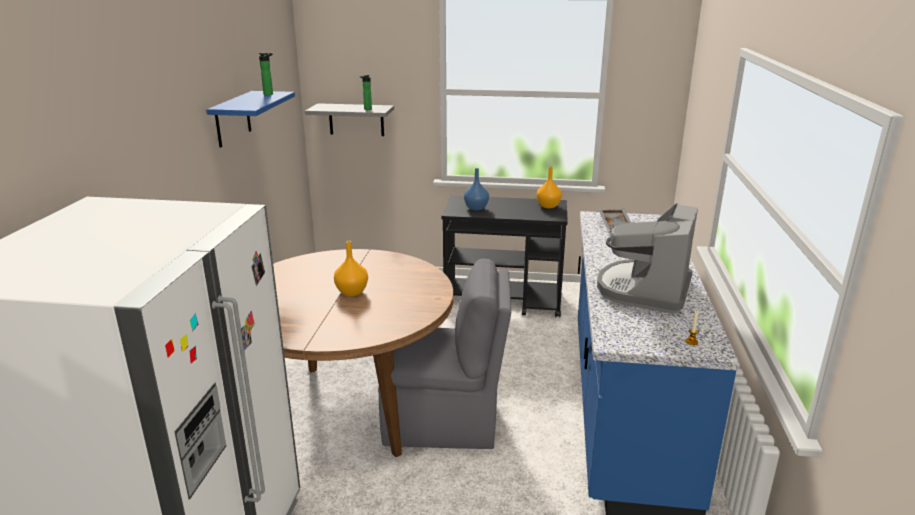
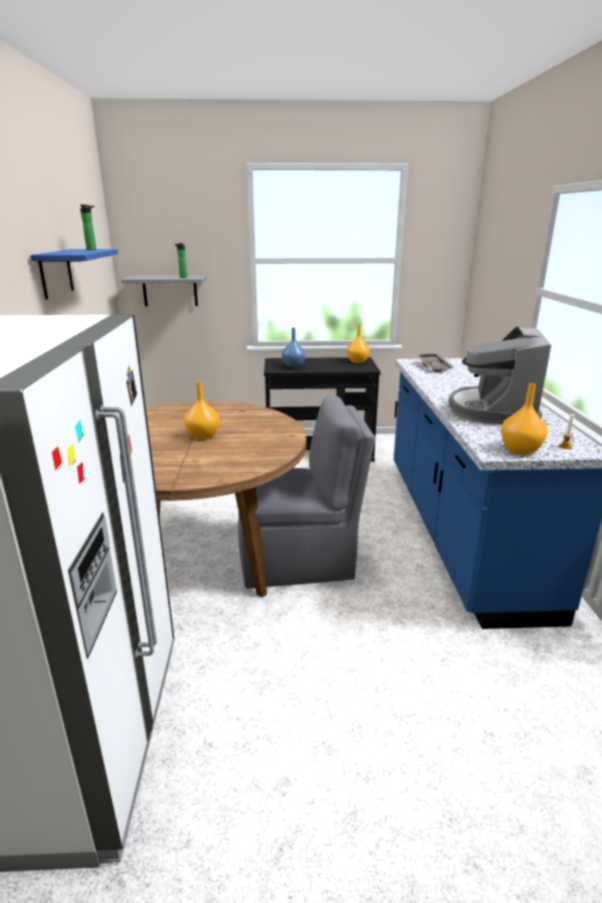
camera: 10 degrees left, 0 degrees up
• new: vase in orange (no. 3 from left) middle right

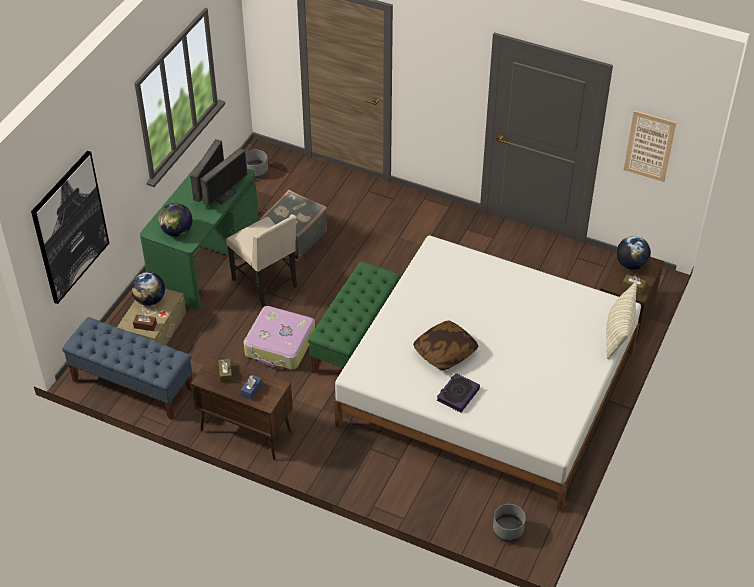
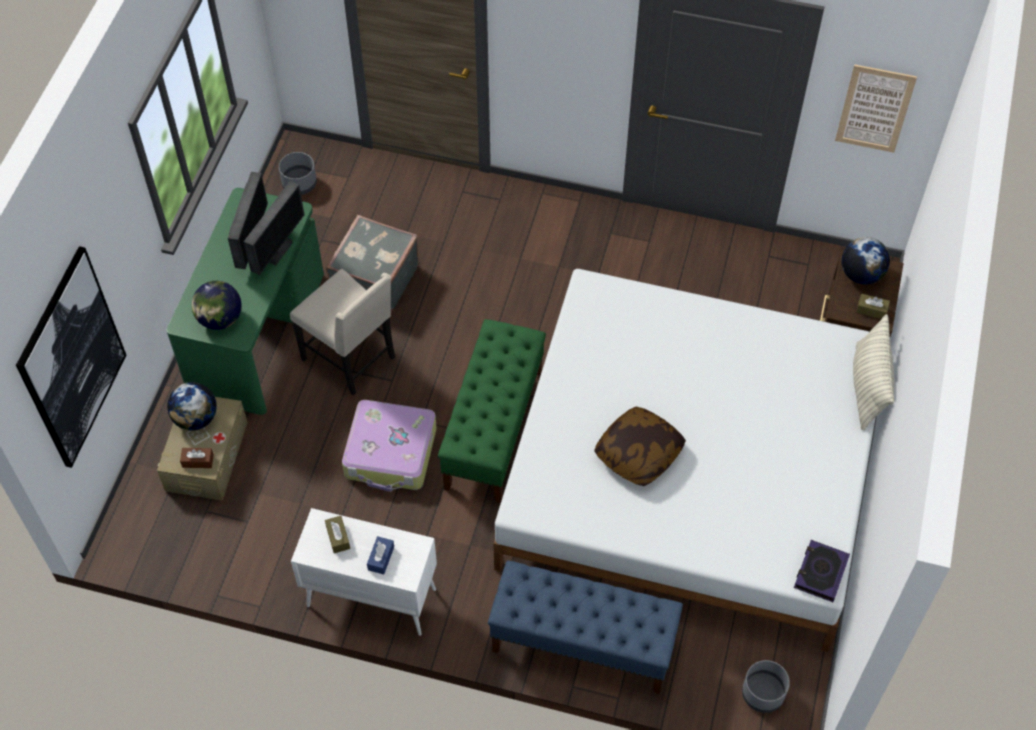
camera: 10 degrees left, 10 degrees up
• repainted: cabinet in brown bottom left to cabinet in white bottom centre
• shifted: bench in blue middle left to bottom centre
• shifted: book bottom centre to bottom right

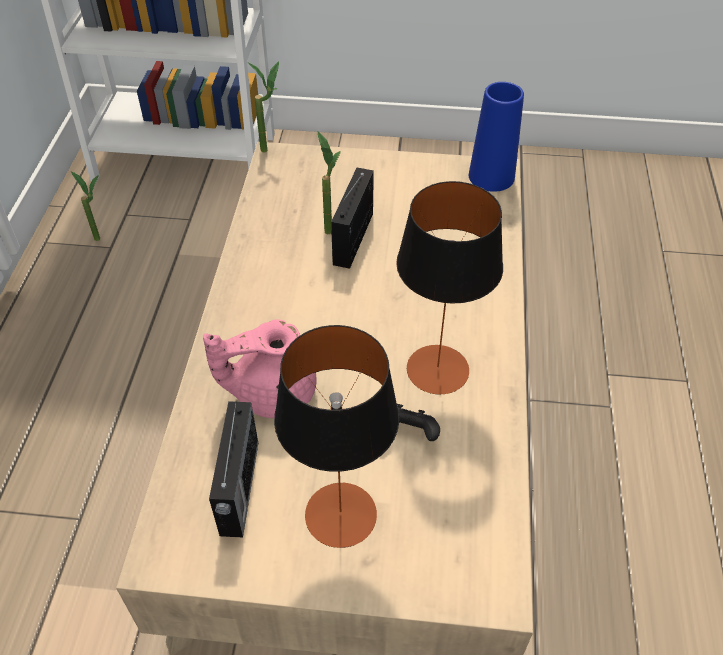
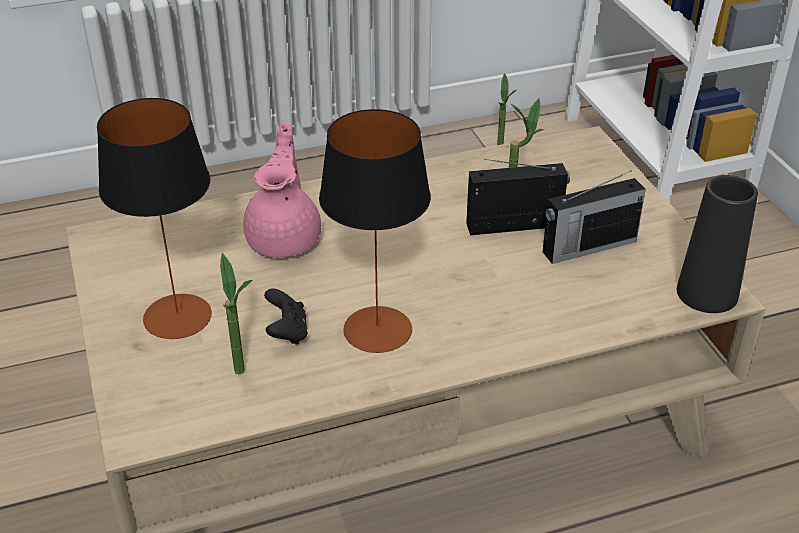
camera: 65 degrees right, 10 degrees down
• shifted: potted plant (no. 2 from left in the first image) top centre to potted plant (no. 1 from left) middle left
• rotated: teapot in pink centre = centre 45 degrees clockwise
• shifted: radio (no. 1 from left in the first image) bottom left to radio (no. 2 from left) middle right
• repainted: vase in blue top right to vase in black middle right

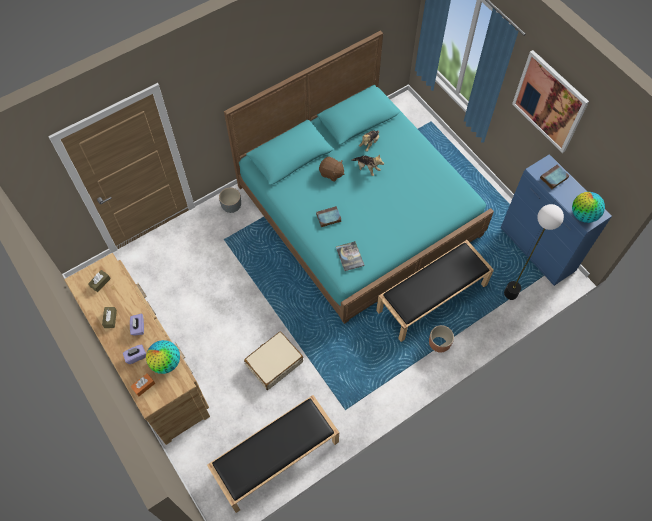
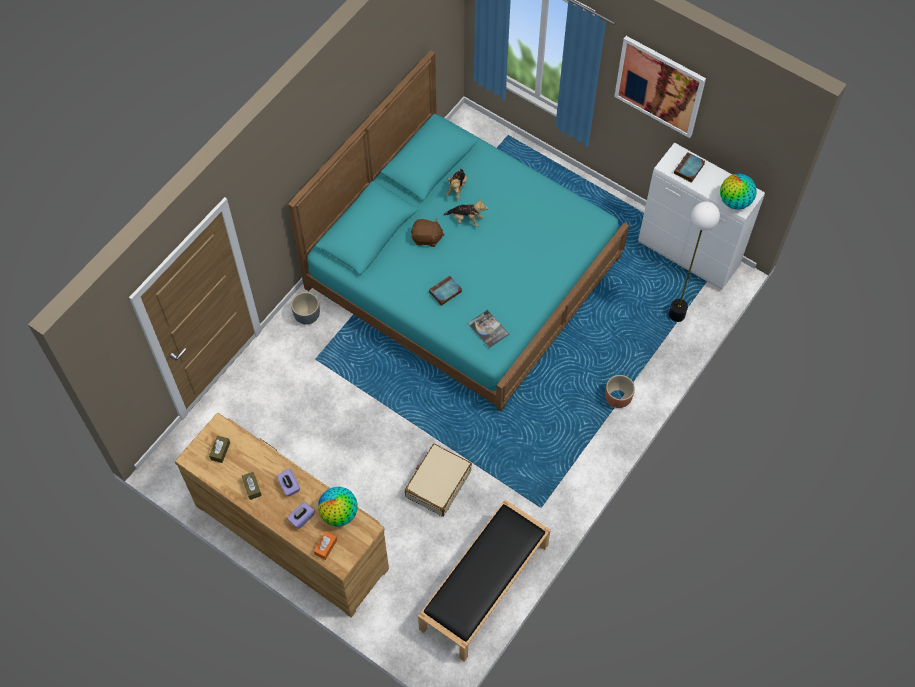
camera: 20 degrees left, 0 degrees up
• repainted: cabinet in blue middle right to cabinet in white top right
• gone: bench in black (no. 2 from left) middle right

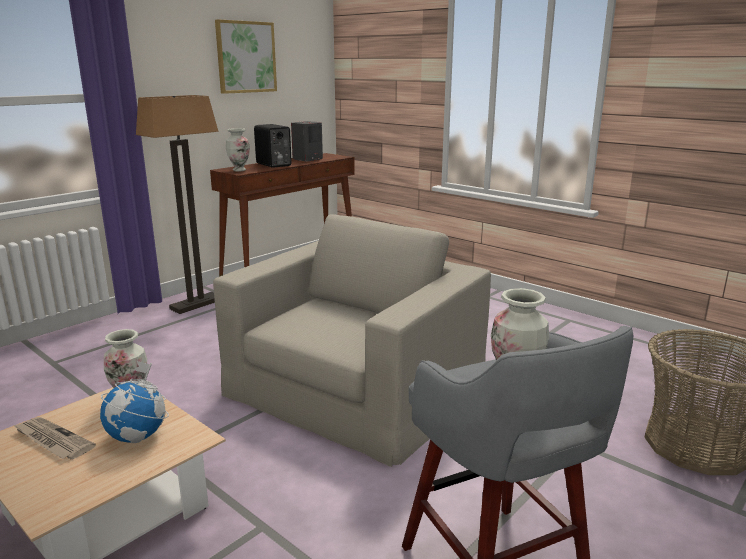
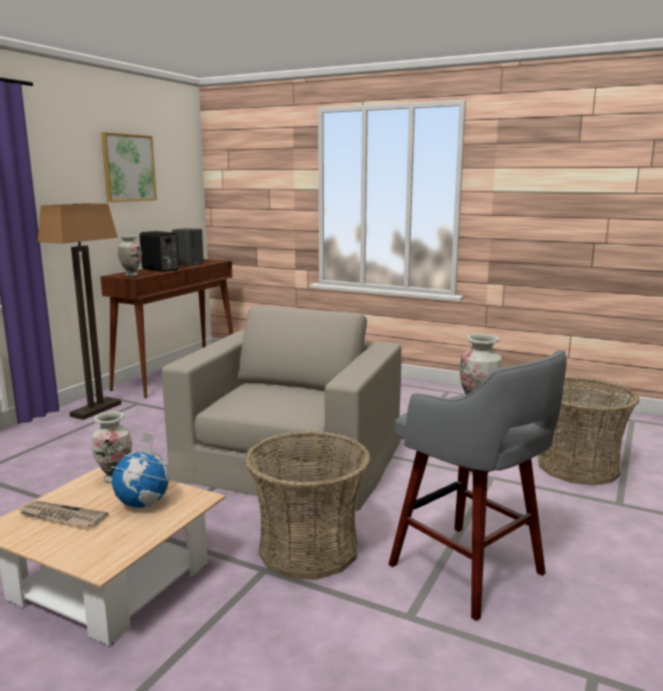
camera: 15 degrees left, 5 degrees down
• new: basket (no. 1 from left) bottom centre

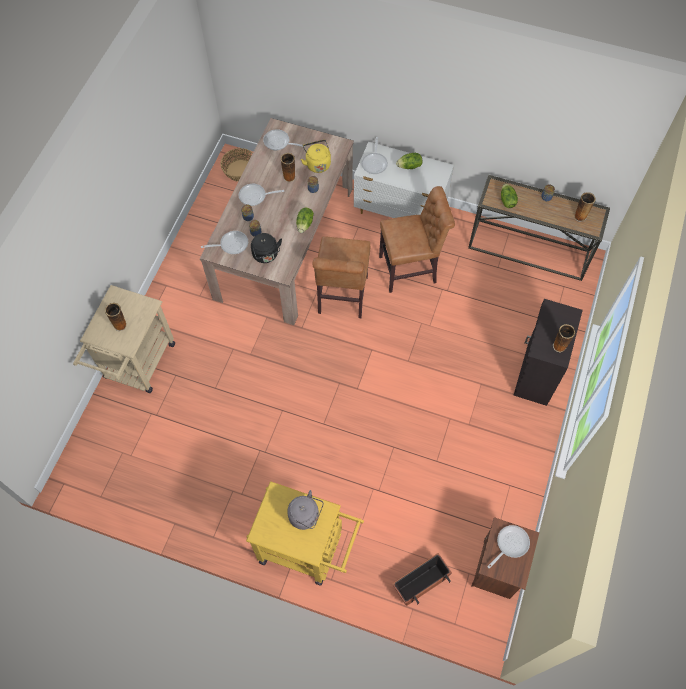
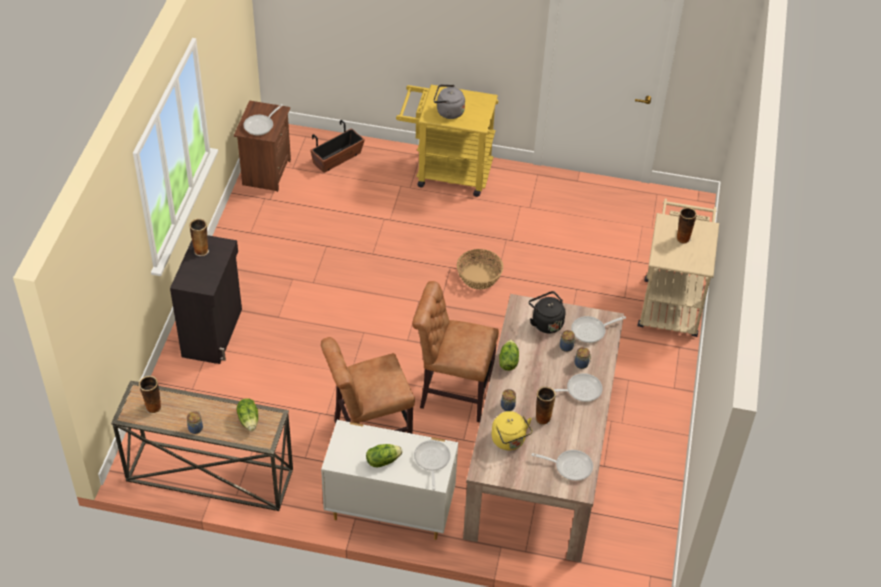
camera: 170 degrees right, 15 degrees down
• rotated: chair in brown (no. 1 from left in the first image) centre = centre 75 degrees counterclockwise
• shifted: basket top centre to centre

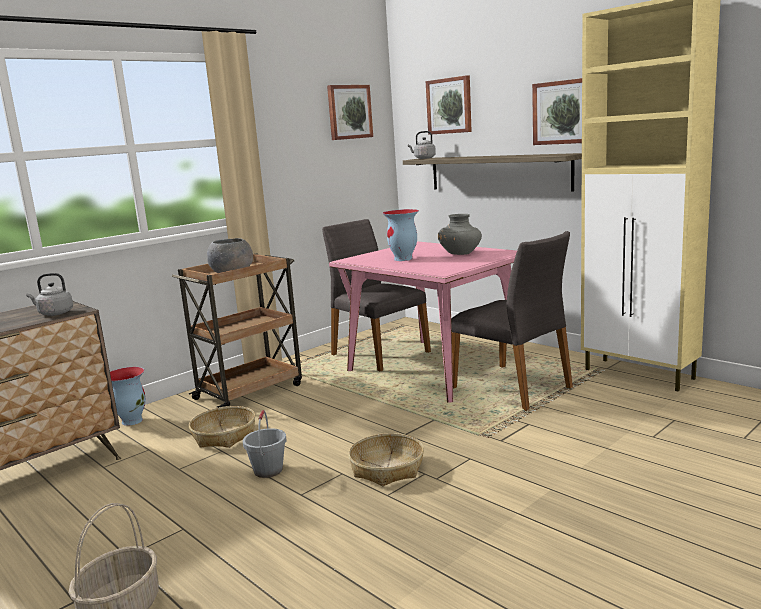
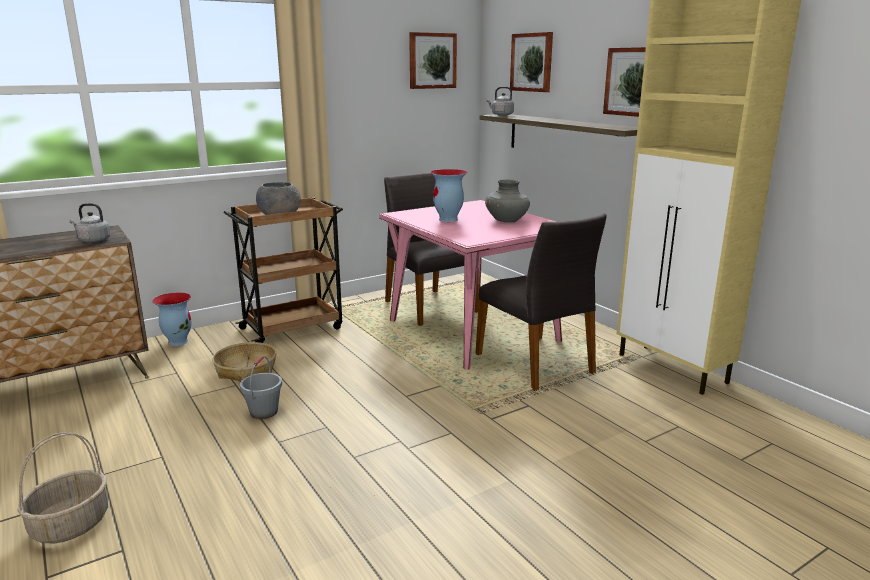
camera: 10 degrees right, 5 degrees up
• gone: basket (no. 3 from left) bottom centre

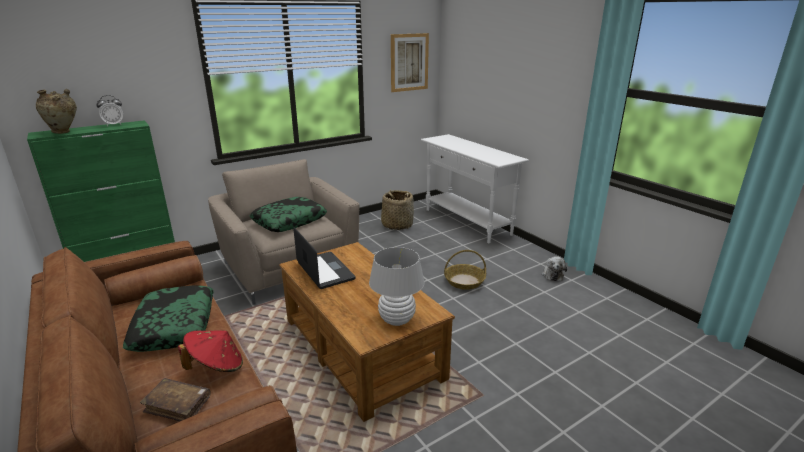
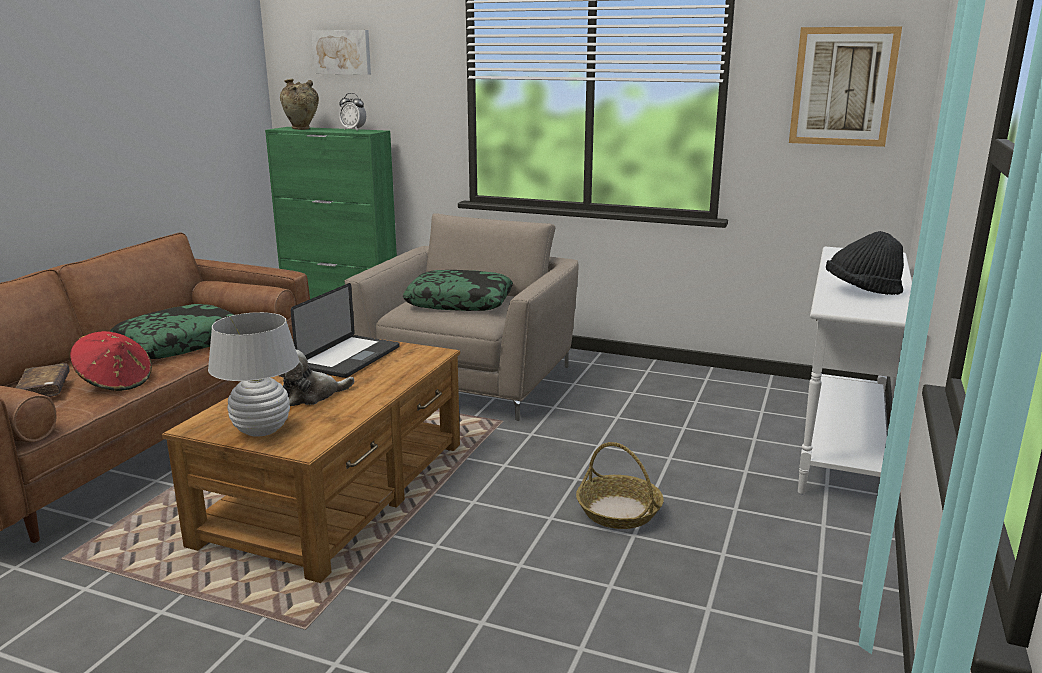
camera: 55 degrees right, 5 degrees down
• shifted: plush toy middle right to middle left
• new: picture (no. 1 from left) top left
• new: hat in black middle right
• gone: basket (no. 1 from left) centre

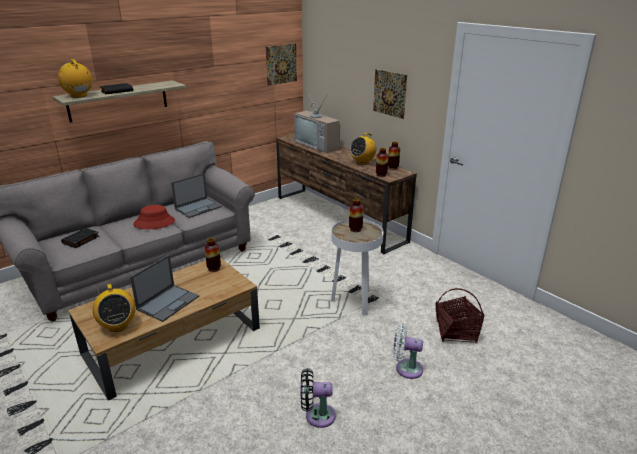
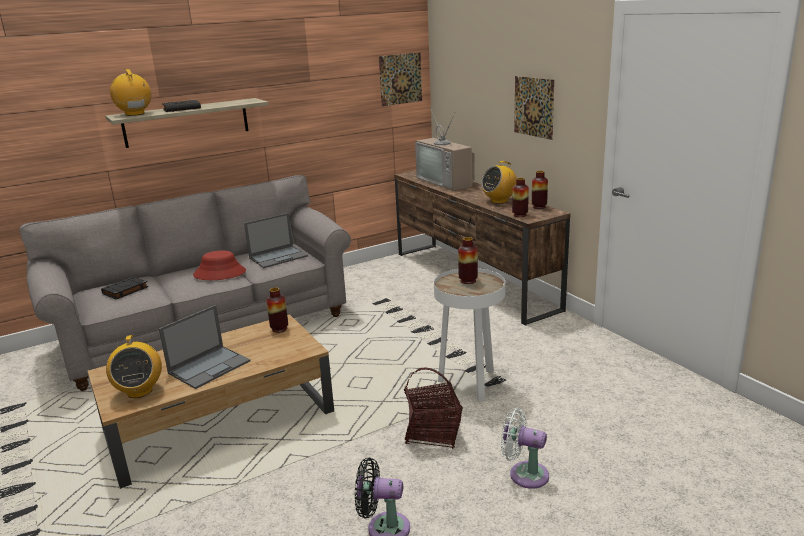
camera: 10 degrees right, 5 degrees down
• shifted: basket bottom right to bottom centre

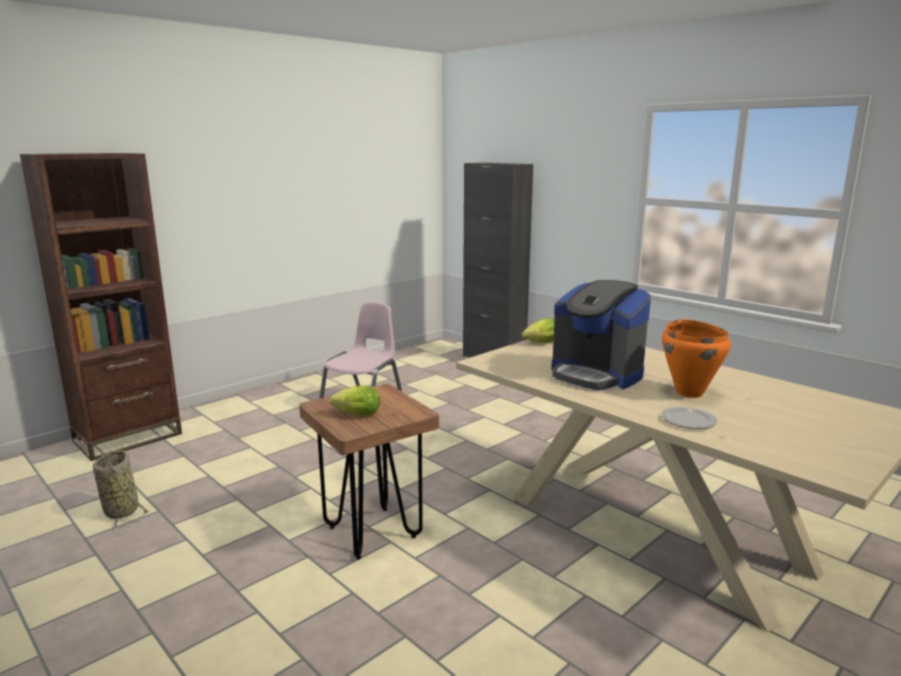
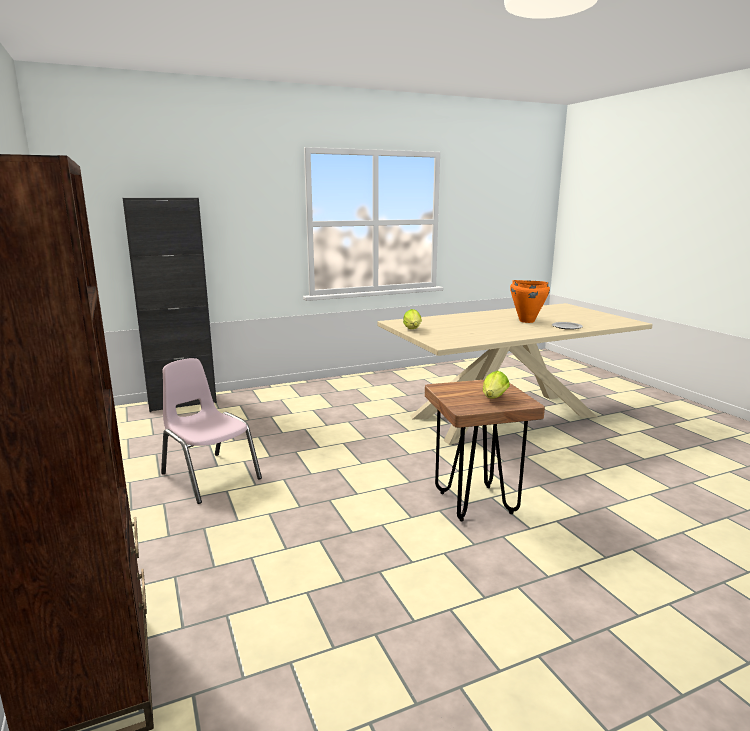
camera: 70 degrees left, 0 degrees up
• gone: basket bottom left
• gone: coffee machine middle right

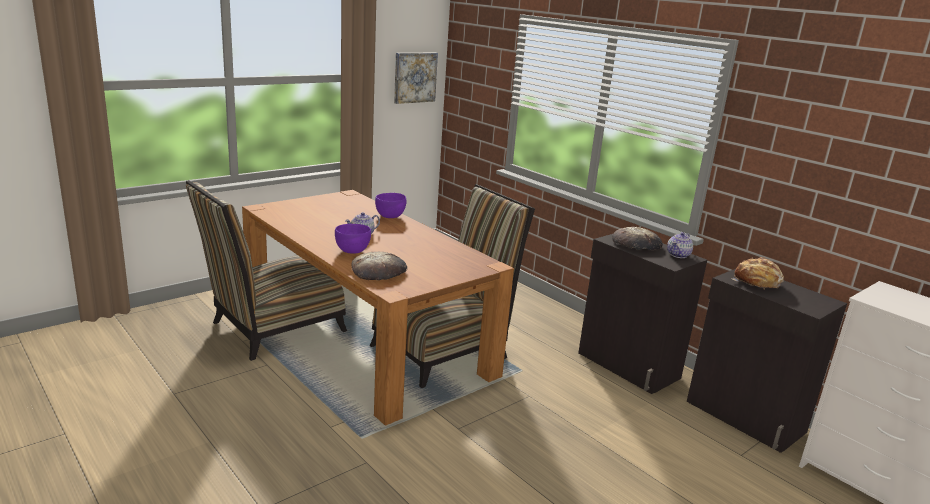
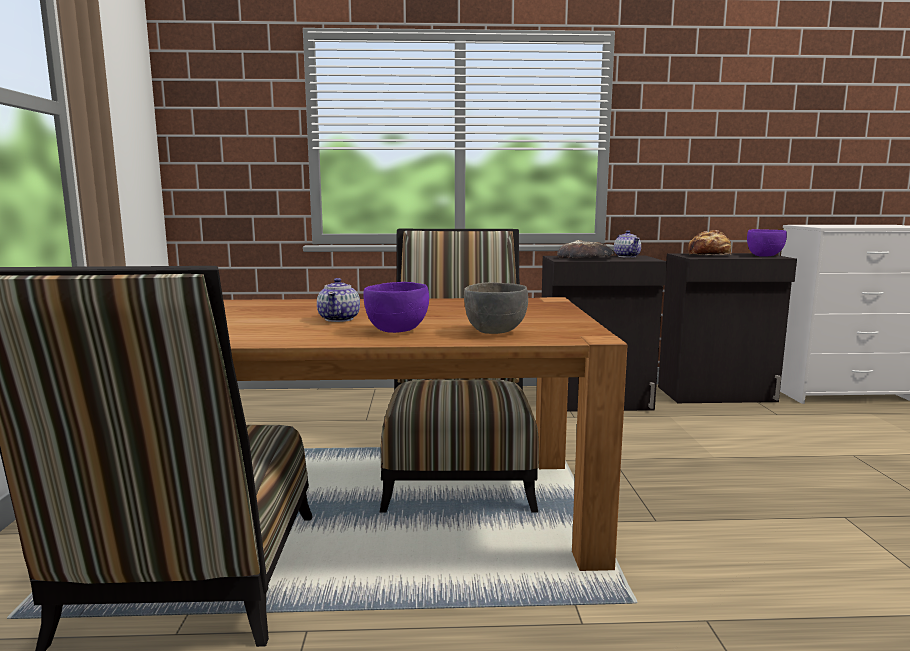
camera: 50 degrees left, 10 degrees down
• swapped: bread (no. 1 from left) centre to bowl in grey centre
• shifted: bowl in purple (no. 2 from left) centre to middle right
• gone: picture top centre

